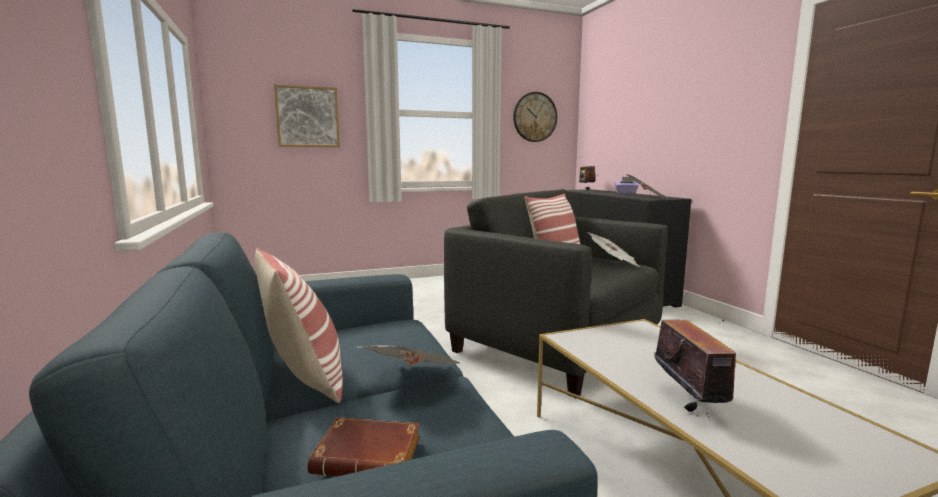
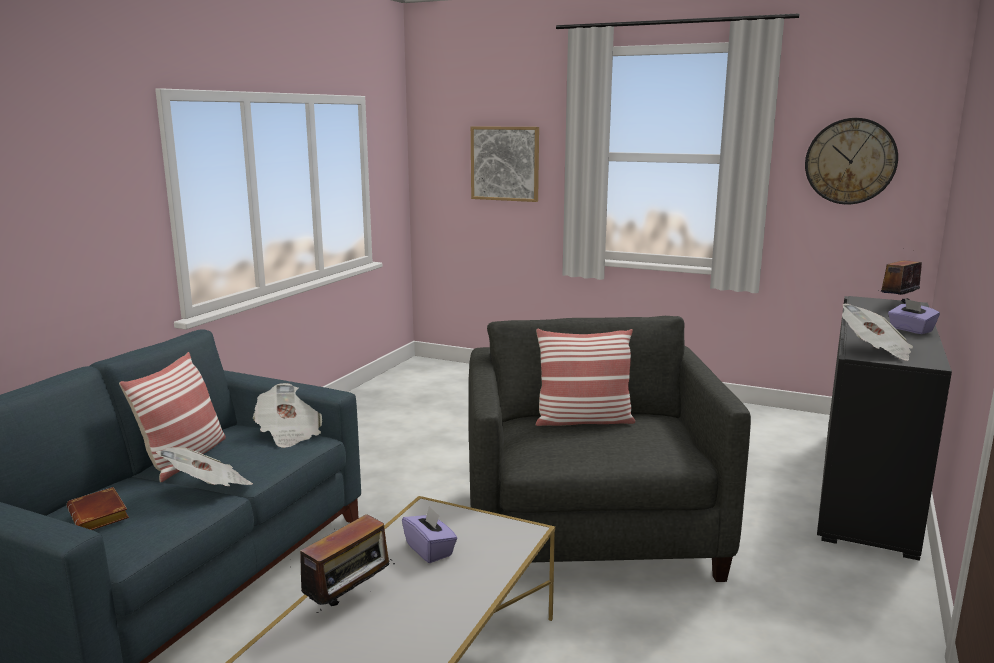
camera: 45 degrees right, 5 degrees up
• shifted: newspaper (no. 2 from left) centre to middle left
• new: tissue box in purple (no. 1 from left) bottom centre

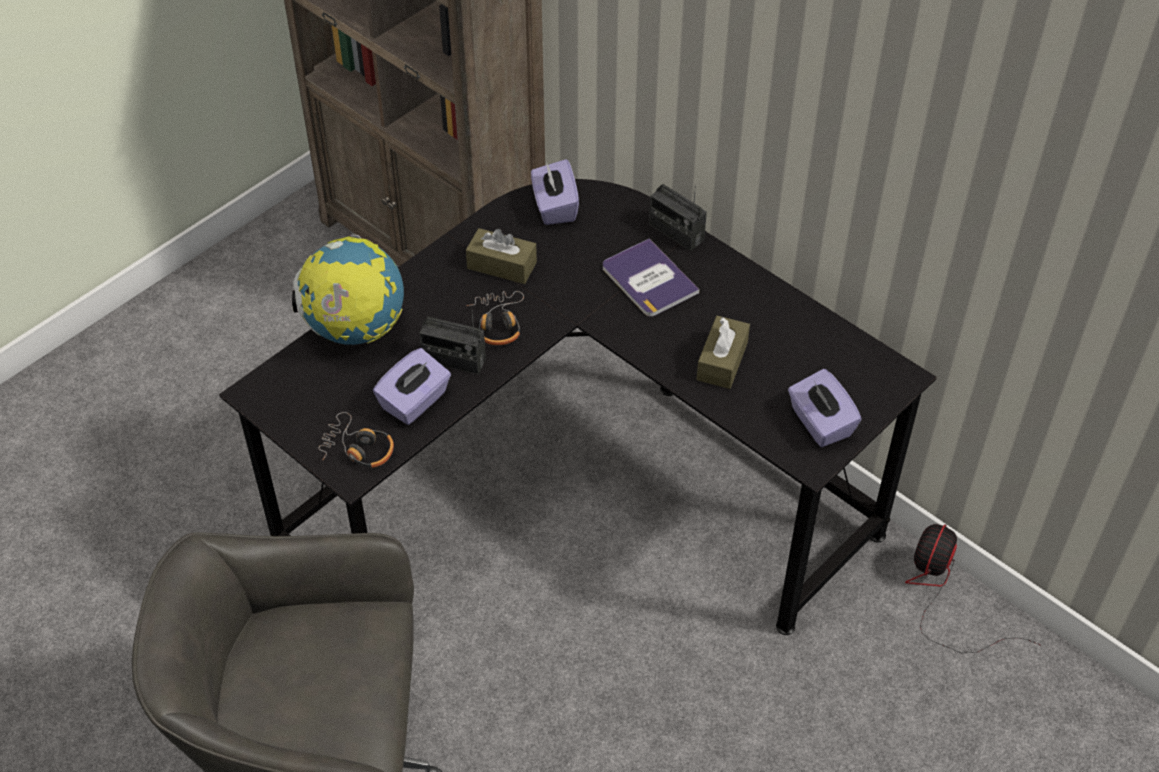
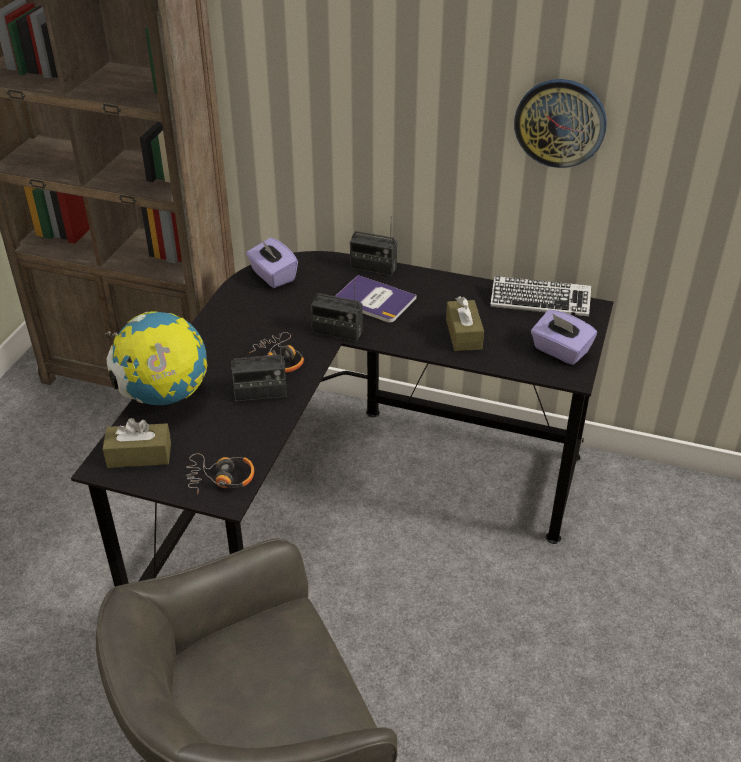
camera: 25 degrees left, 10 degrees down
• shifted: tissue box in brown (no. 1 from left) top centre to middle left
• new: radio (no. 2 from left) centre
• new: keyboard middle right
• new: wall clock top right
• gone: tissue box in purple (no. 1 from left) centre
• gone: fan bottom right

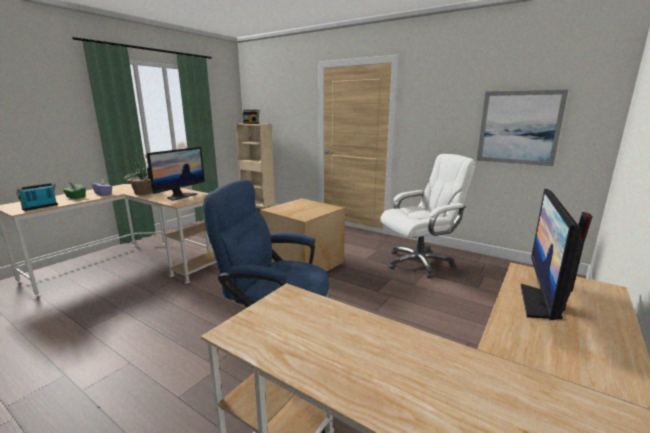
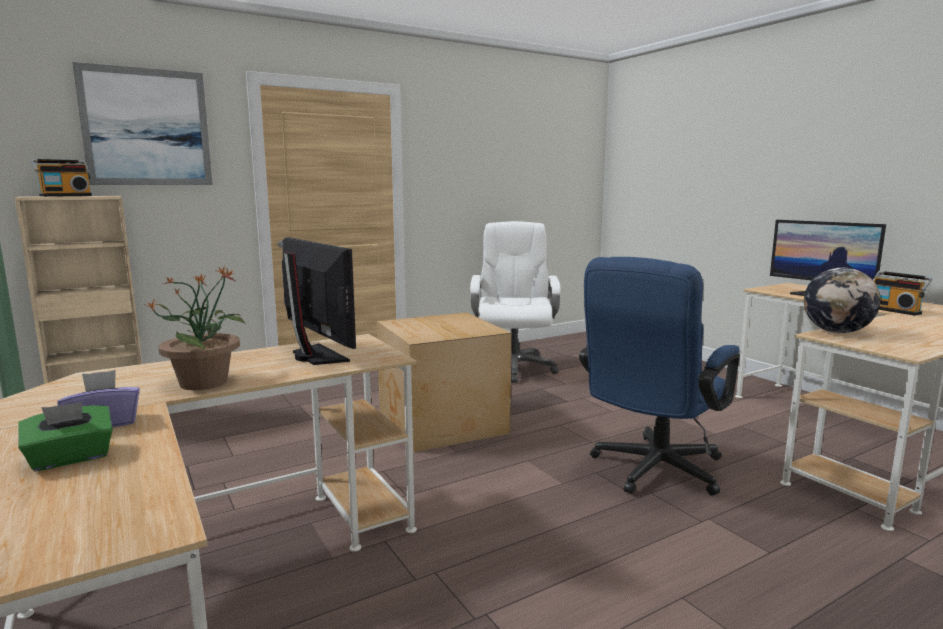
camera: 65 degrees left, 5 degrees down
• shifted: picture top right to top left
• new: globe middle right
• shifted: radio (no. 1 from left in the first image) middle left to radio (no. 2 from left) middle right

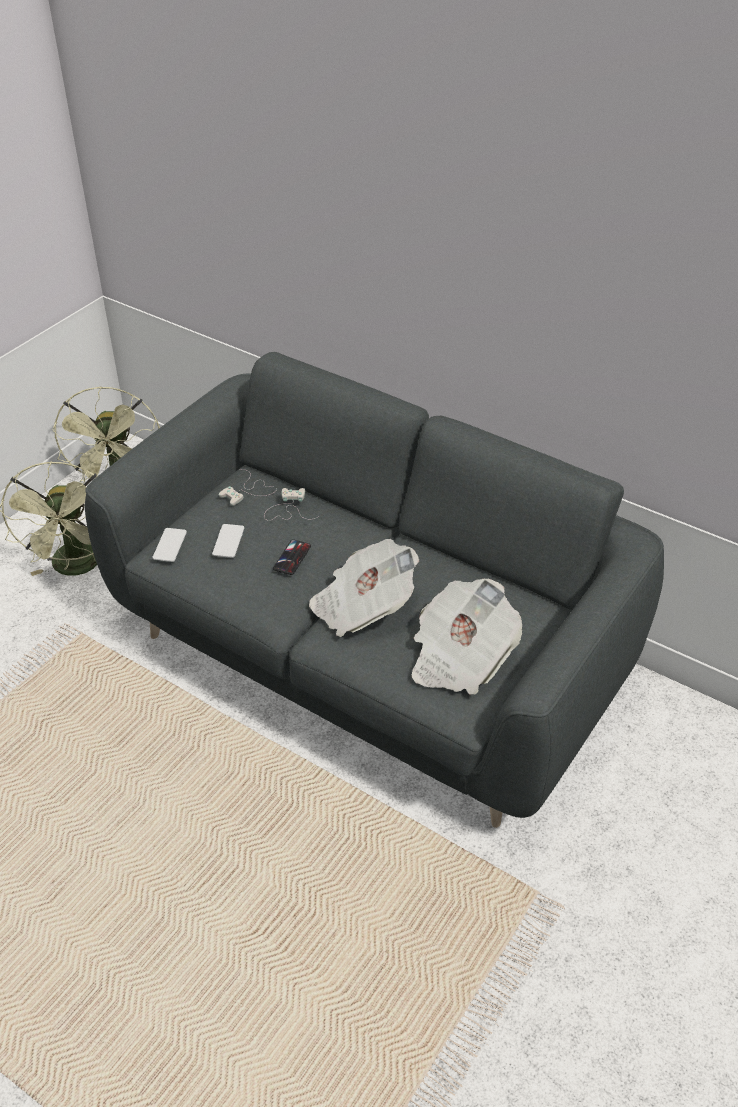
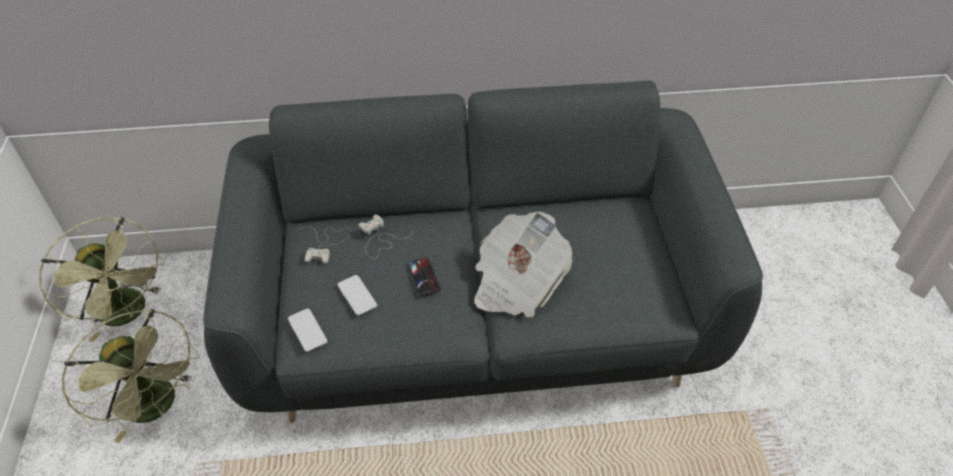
camera: 40 degrees left, 5 degrees up
• gone: newspaper (no. 2 from left) centre

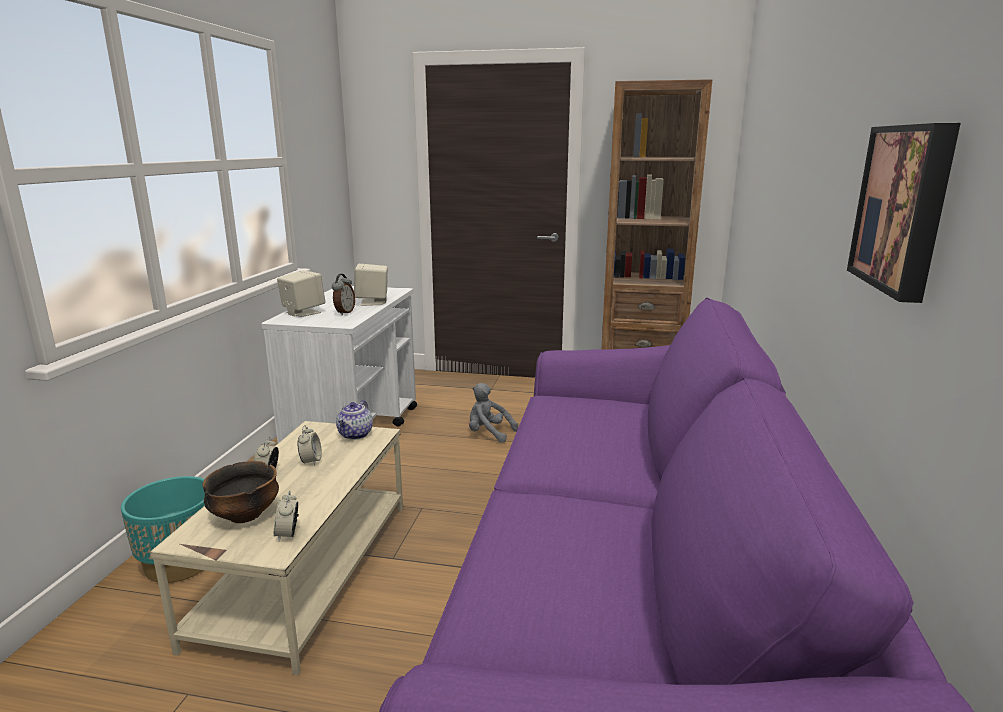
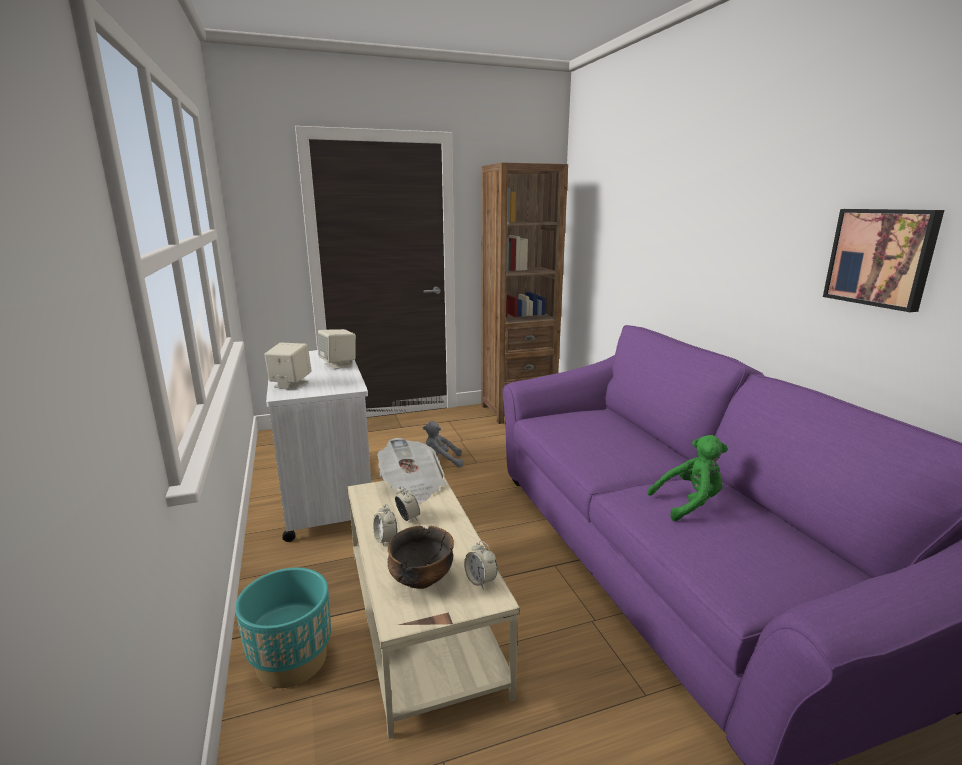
camera: 30 degrees left, 0 degrees up
• swapped: teapot centre to newspaper centre
• new: plush toy in green middle right
• gone: alarm clock (no. 4 from left) centre

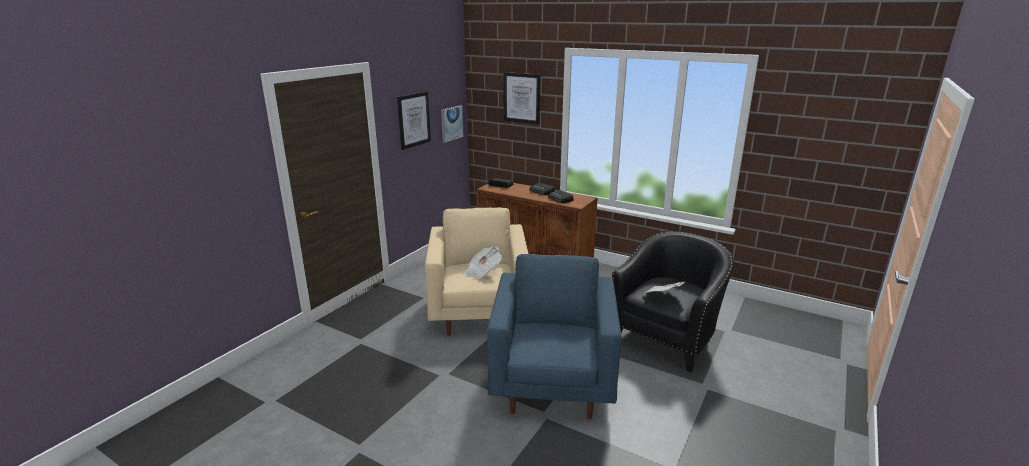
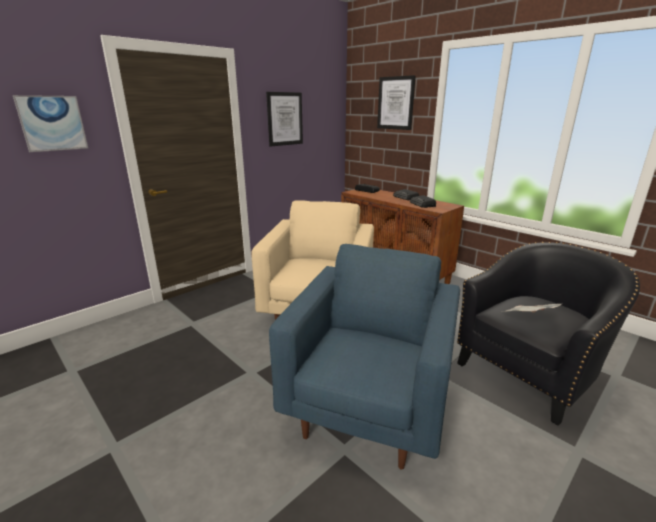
camera: 15 degrees right, 0 degrees up
• shifted: picture (no. 2 from left in the first image) top centre to picture (no. 1 from left) top left
• gone: newspaper (no. 1 from left) centre

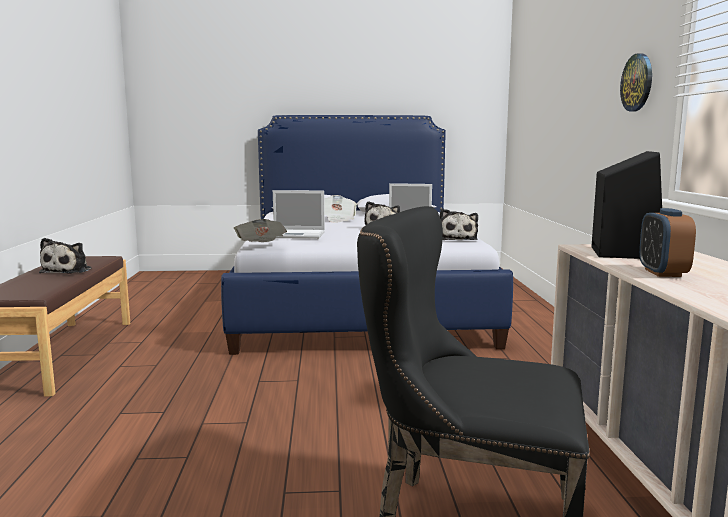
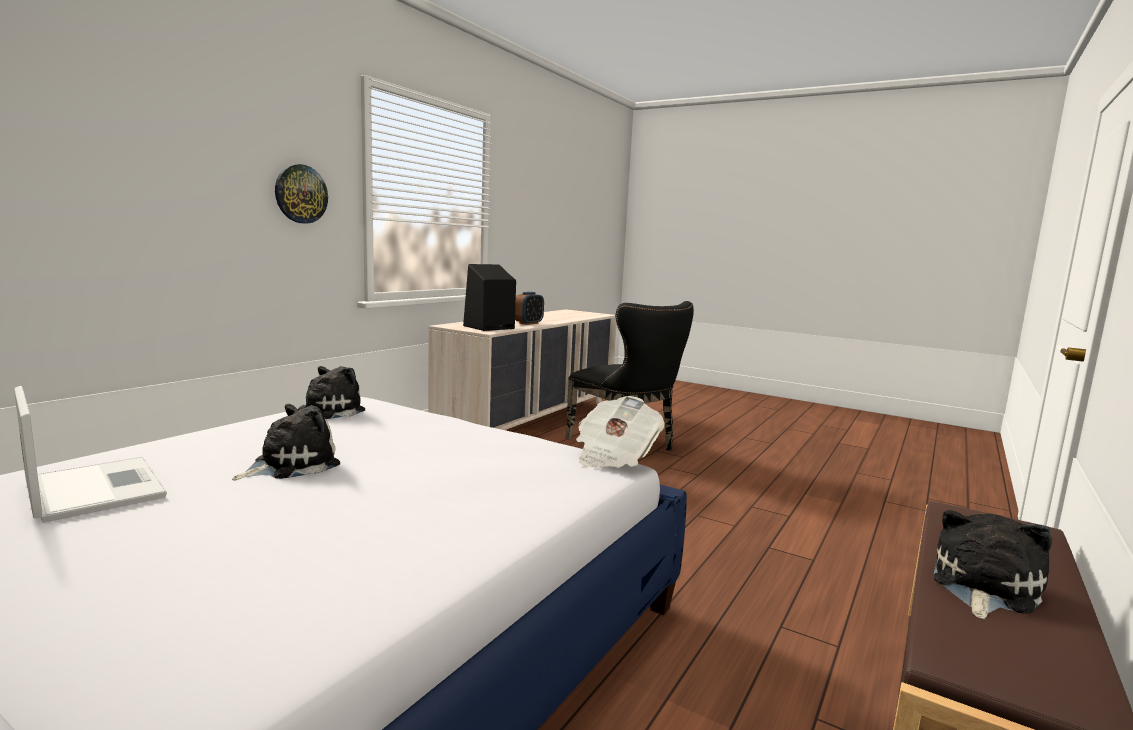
camera: 145 degrees left, 0 degrees up
• gone: laptop (no. 1 from left) centre
• gone: newspaper (no. 2 from left) centre

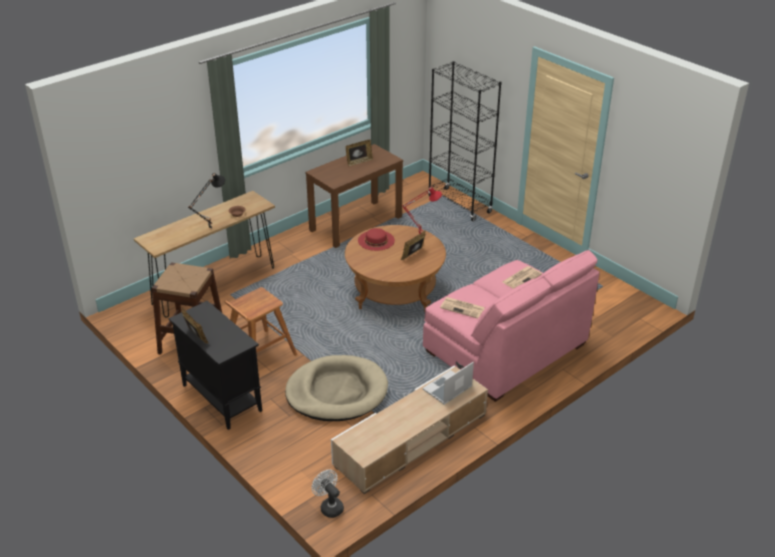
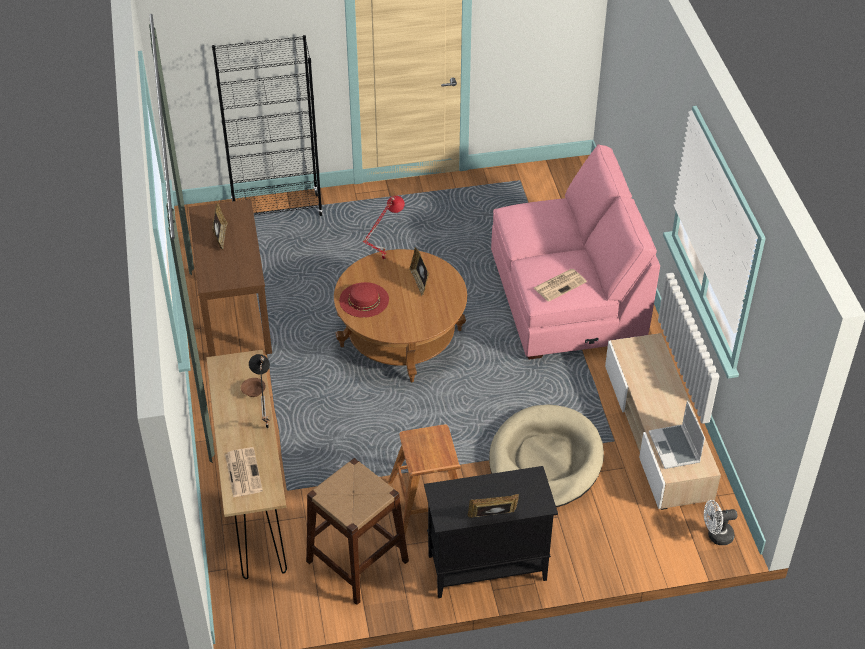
camera: 60 degrees left, 10 degrees up
• shifted: newspaper (no. 2 from left in the first image) middle right to newspaper (no. 1 from left) bottom left
• shifted: laptop bottom centre to bottom right

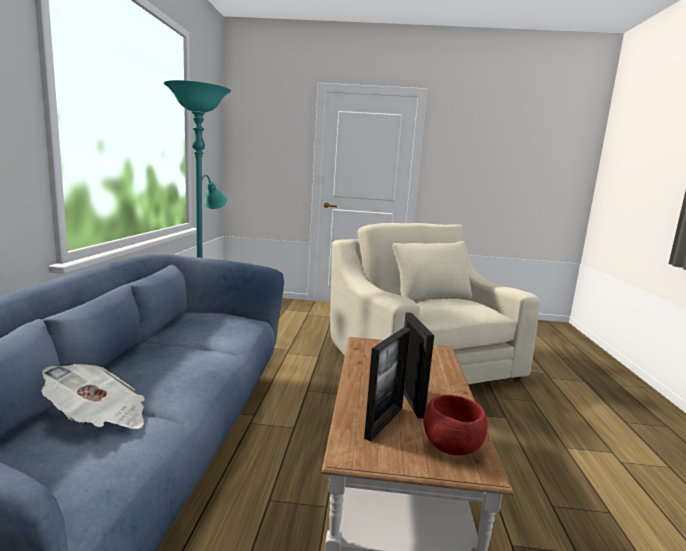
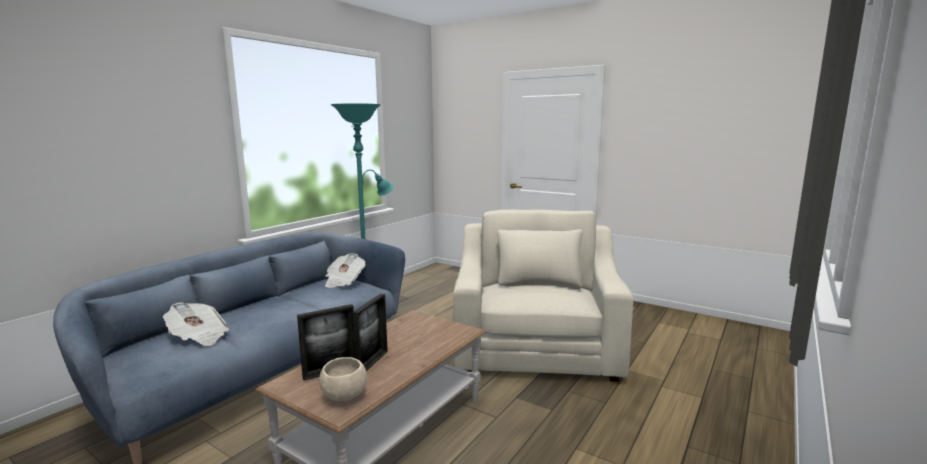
camera: 30 degrees right, 0 degrees up
• repainted: bowl in red bottom centre to bowl in beige bottom centre
• new: newspaper (no. 2 from left) centre

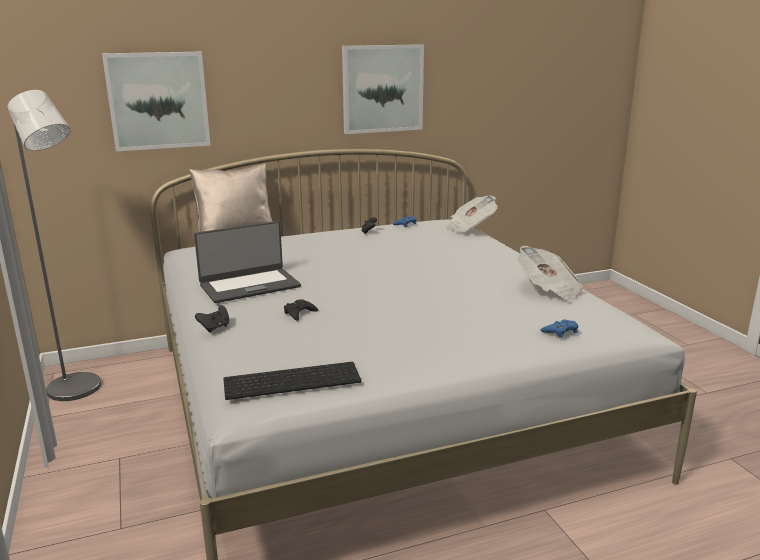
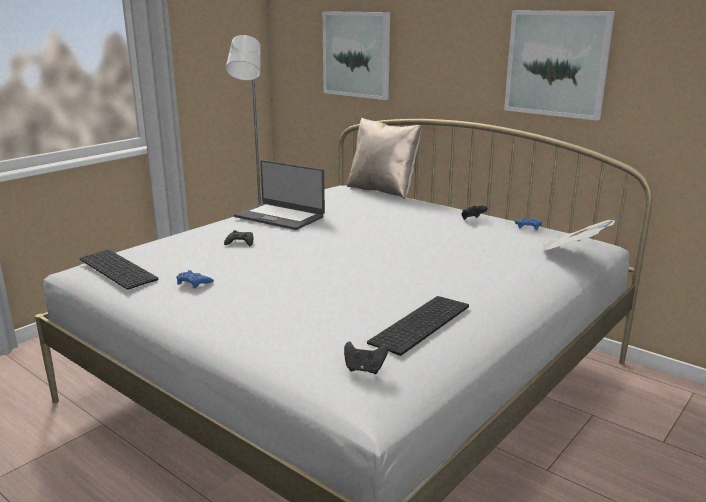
camera: 60 degrees right, 0 degrees up
• shifted: game controller in blue (no. 2 from left in the first image) middle right to game controller in blue (no. 1 from left) middle left
• shifted: game controller in black (no. 1 from left in the first image) middle left to game controller in black (no. 2 from left) bottom centre
• swapped: newspaper (no. 2 from left) middle right to keyboard (no. 2 from left) centre

